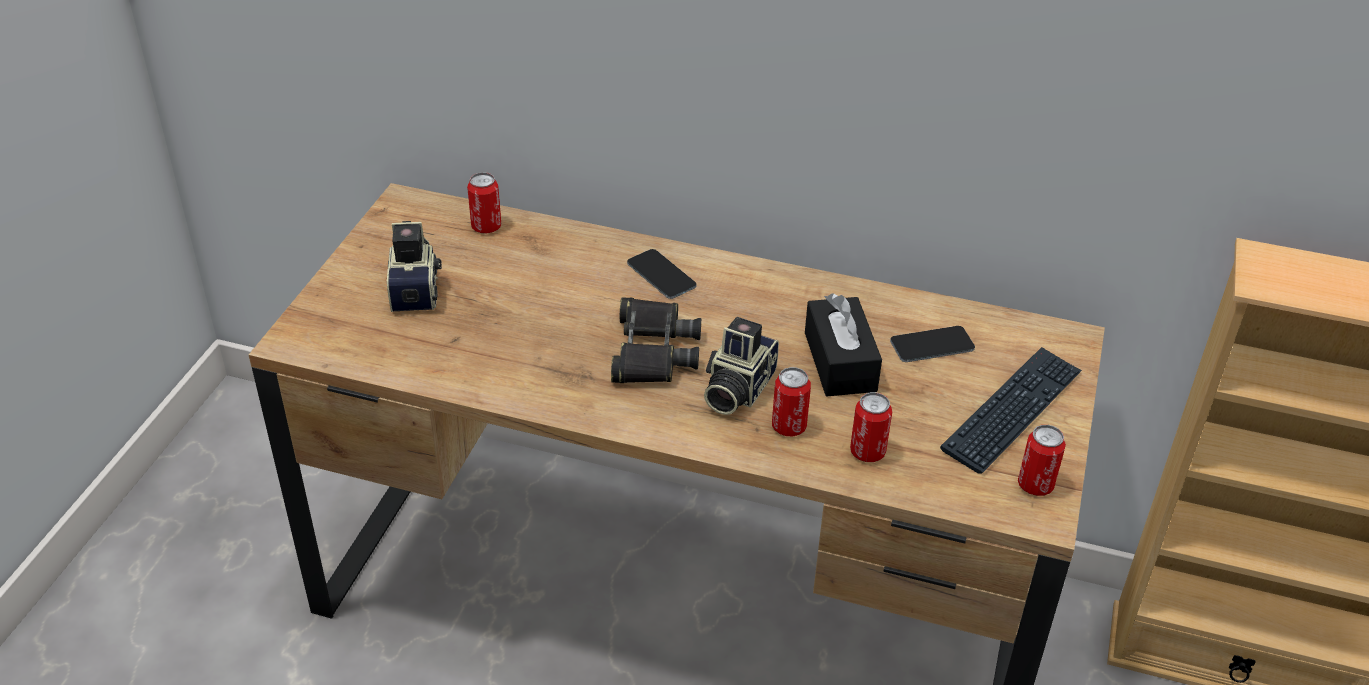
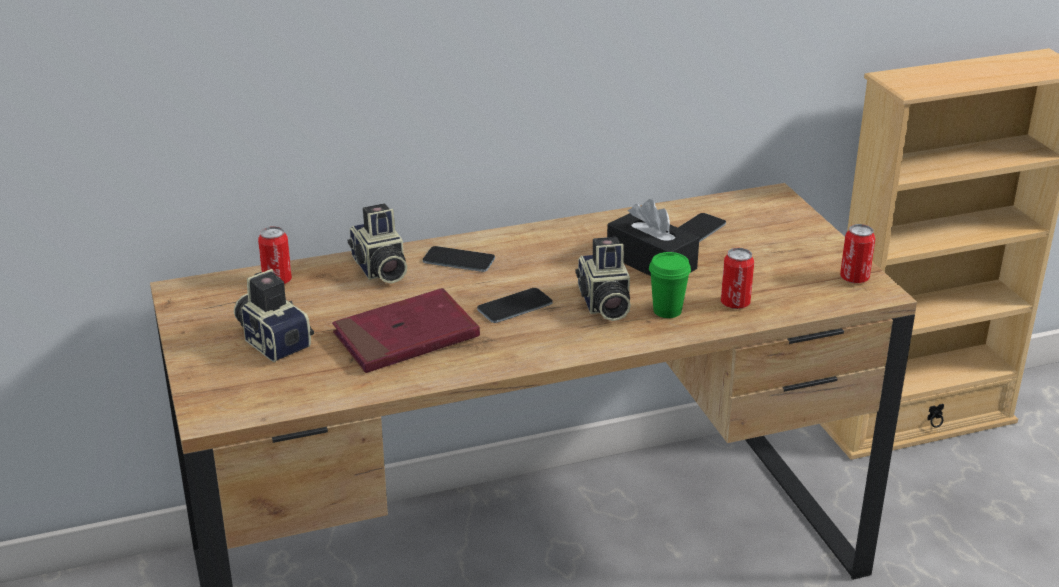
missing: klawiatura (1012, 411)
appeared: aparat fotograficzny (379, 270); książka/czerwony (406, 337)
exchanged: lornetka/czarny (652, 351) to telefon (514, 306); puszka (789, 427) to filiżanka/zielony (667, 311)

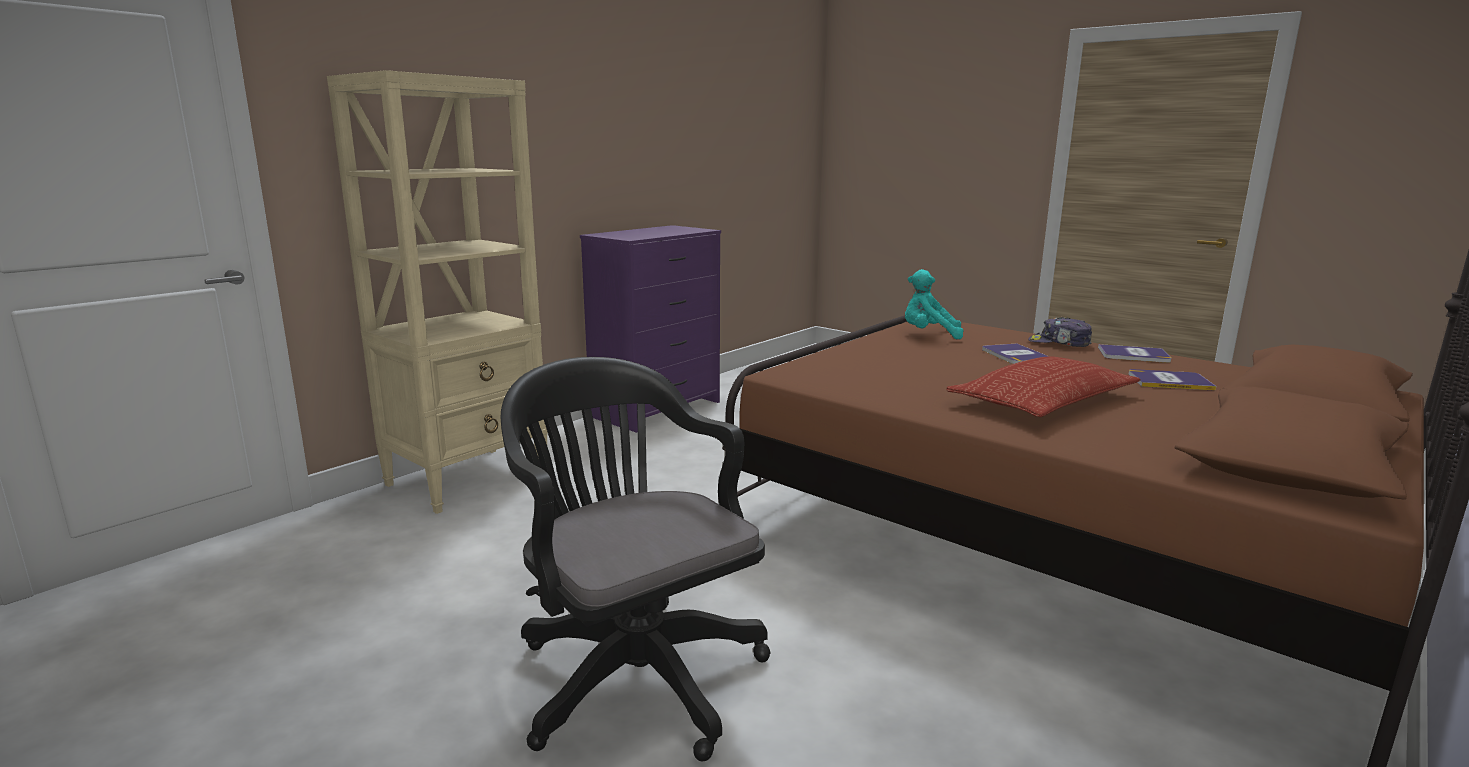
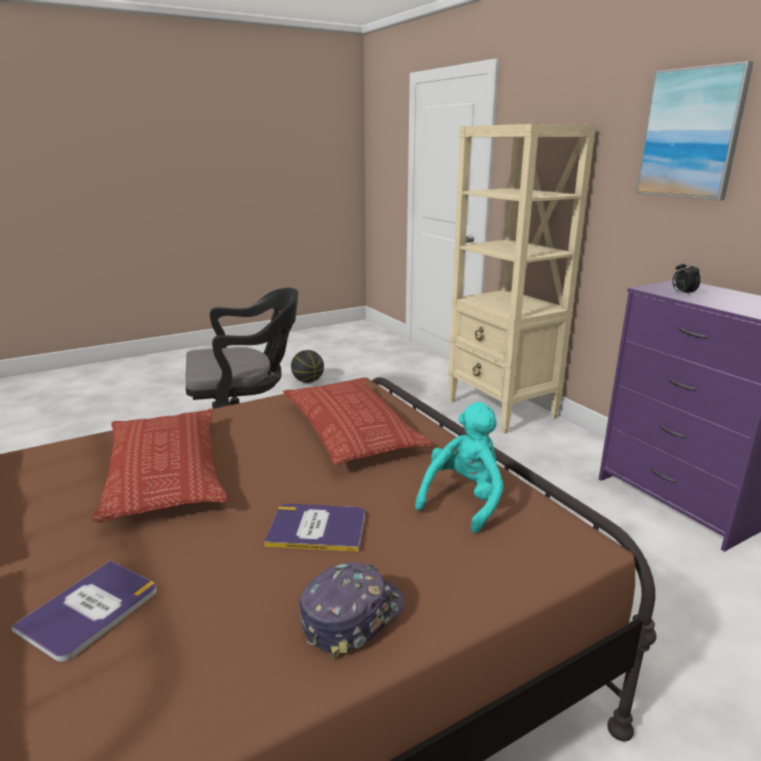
missing: książka (1133, 355)
appeared: obraz (691, 134); budzik (682, 294); piłka do koszykówki (308, 381); poduszka (351, 429)

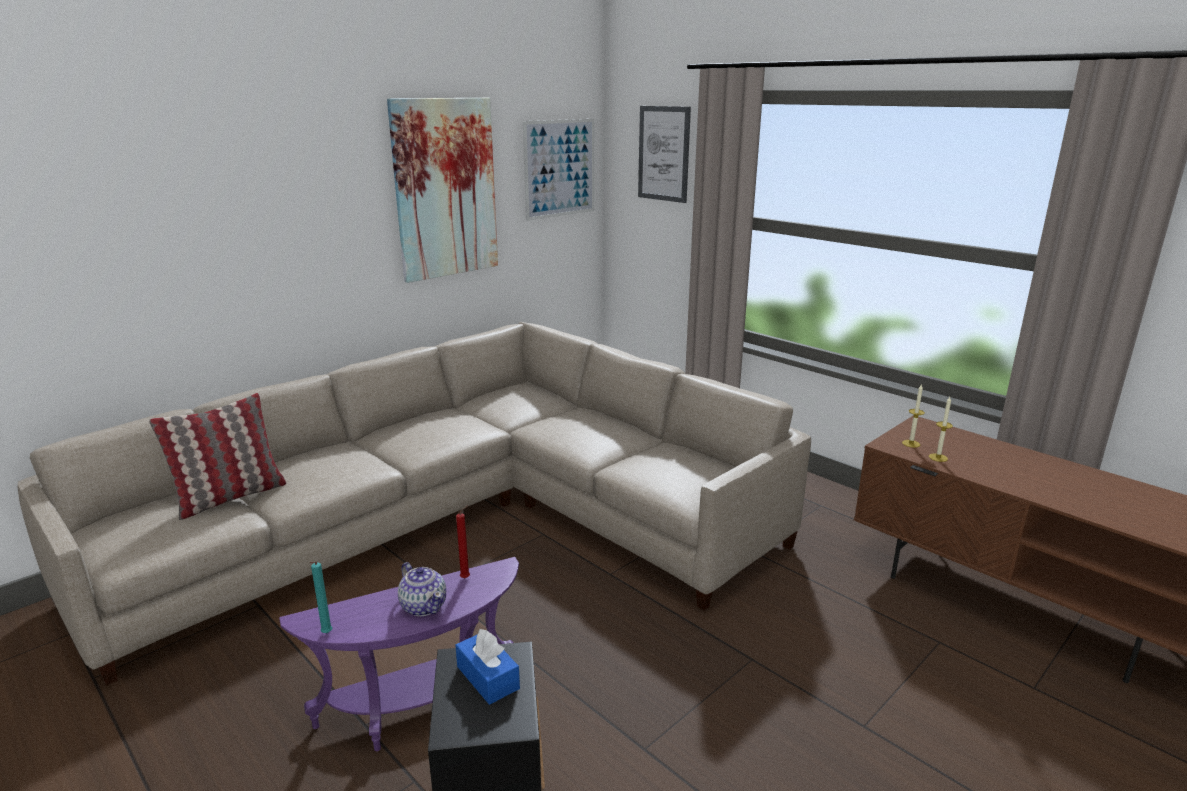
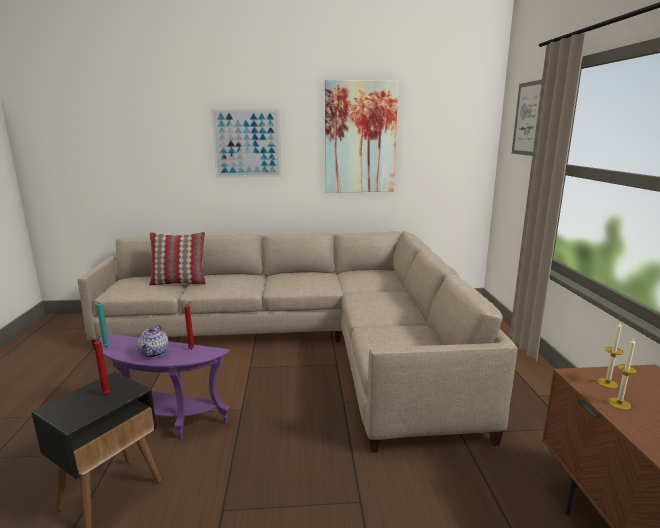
relocated: obraz (559, 168) to (247, 143)
exchanged: pudełko chusteczek/niebieski (488, 677) to świeca/czerwony (105, 394)

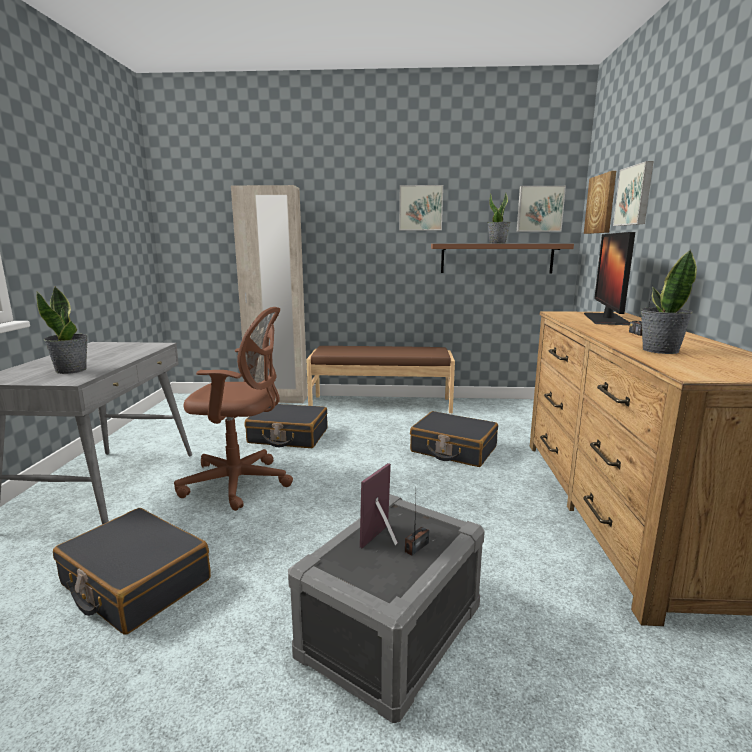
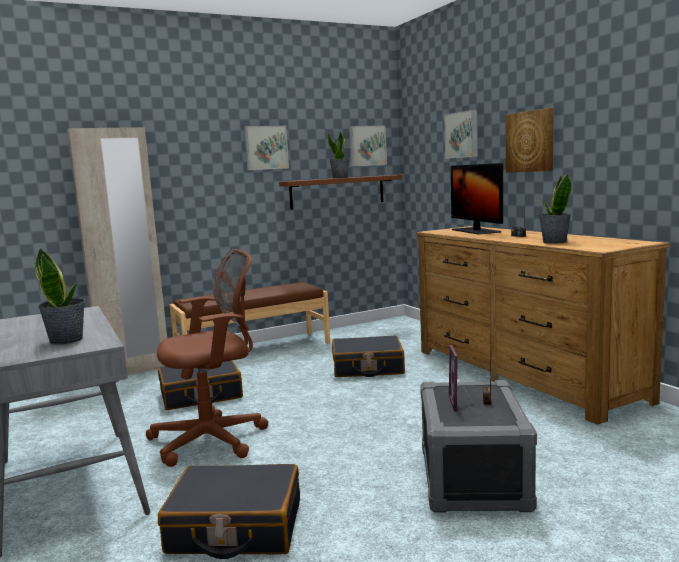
relocated: obraz (601, 204) to (530, 141)

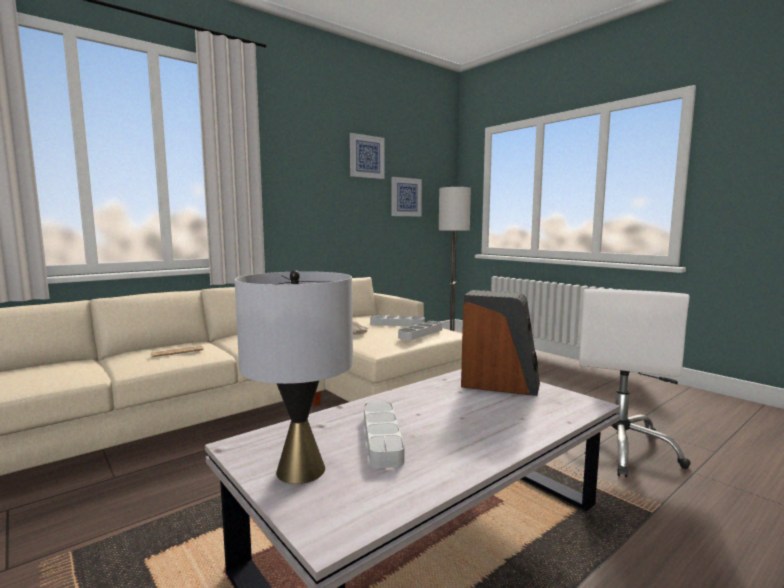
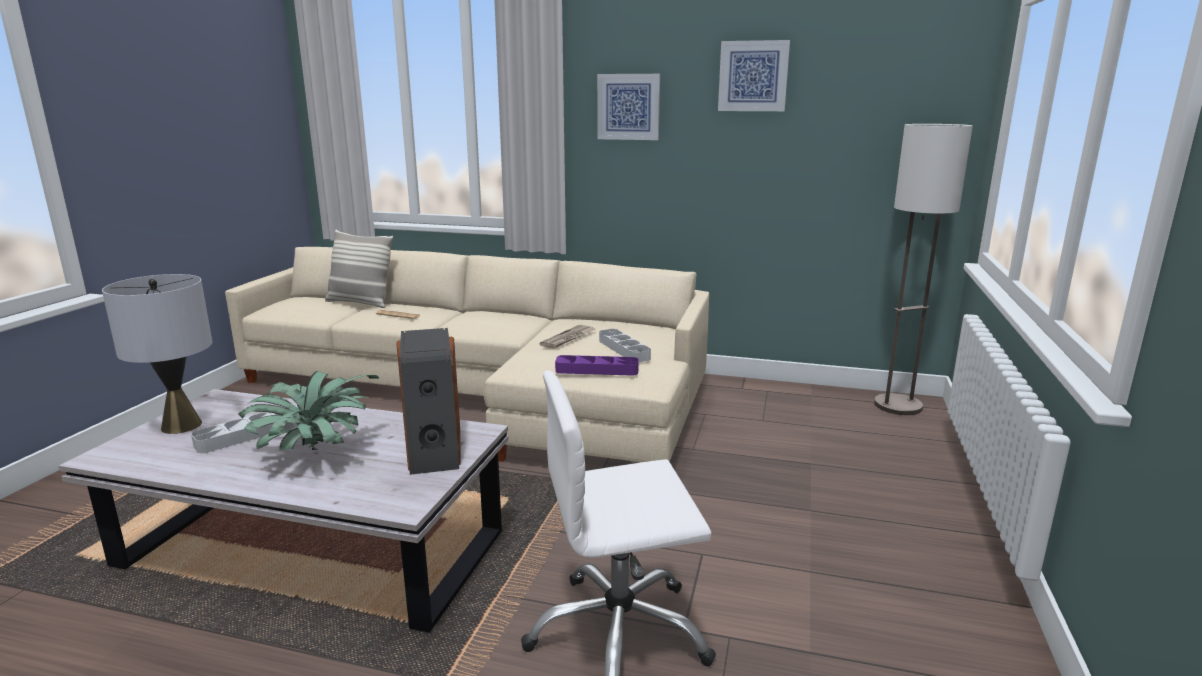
appeared: poduszka (360, 303); roślina doniczkowa (315, 453)
relocated: obraz (405, 197) to (628, 107)
colour: taca/szary (420, 333) to taca/fioletowy (597, 370)

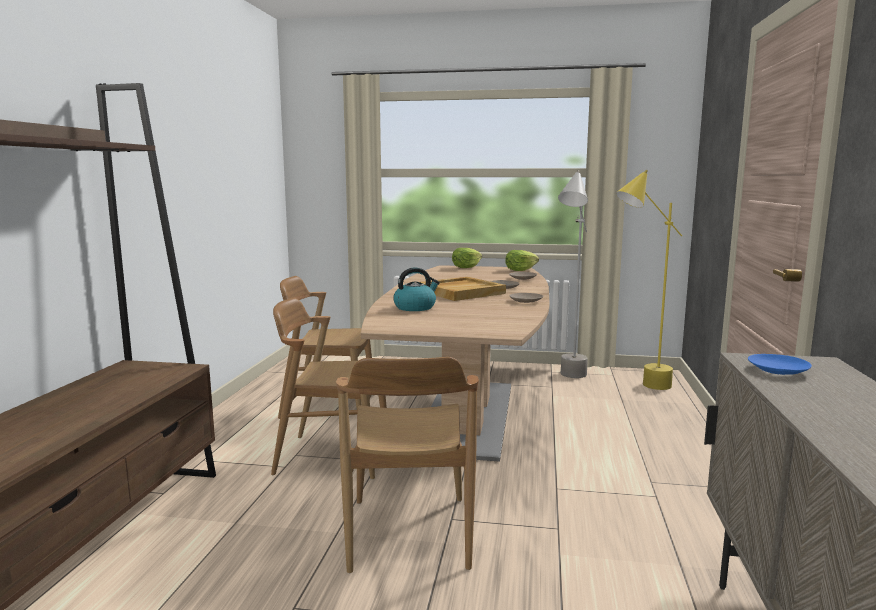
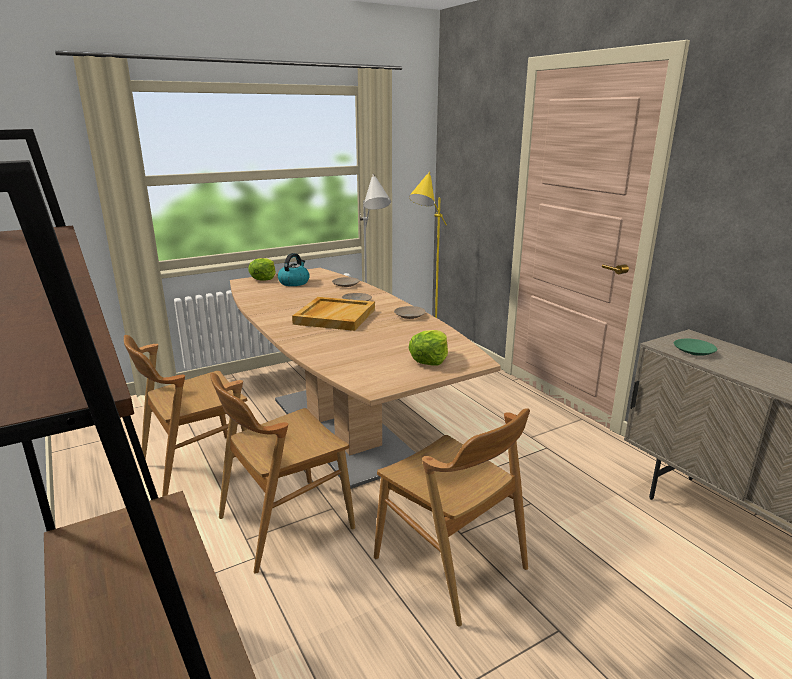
relocated: sałata (520, 270) to (429, 360); czajnik (415, 307) to (294, 282)
colour: talerz/niebieski (778, 370) to talerz/zielony (694, 351)

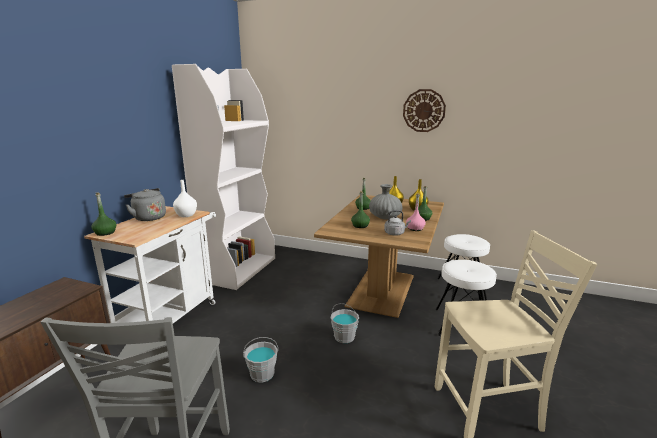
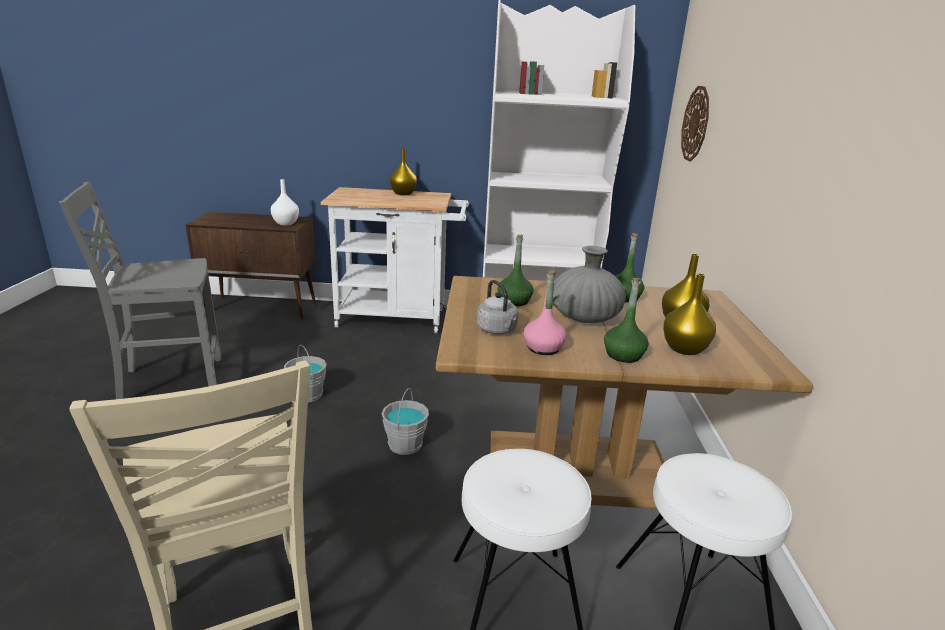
missing: butelka/zielony (105, 233)
relocated: zegar ścienny (424, 110) to (696, 124); wazon/biały (186, 215) to (285, 223)
exchanged: czajnik/szary (148, 217) to wazon/żółty (403, 193)

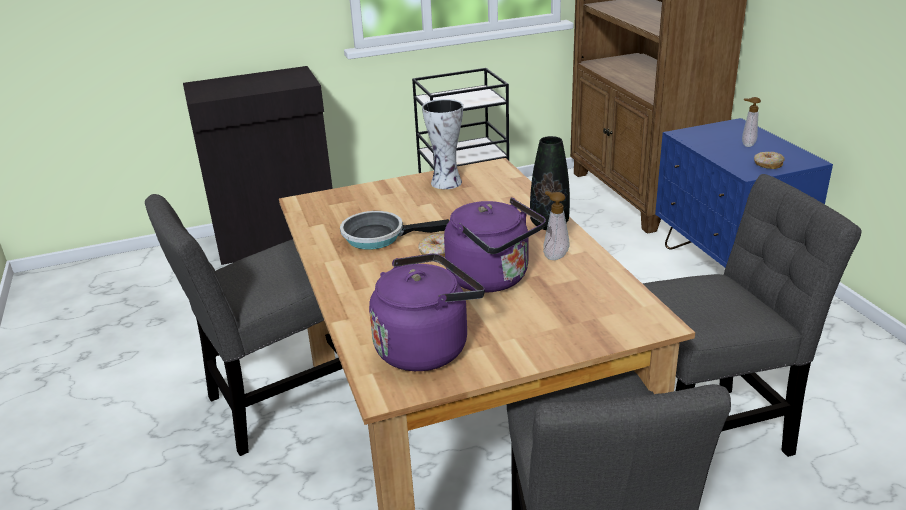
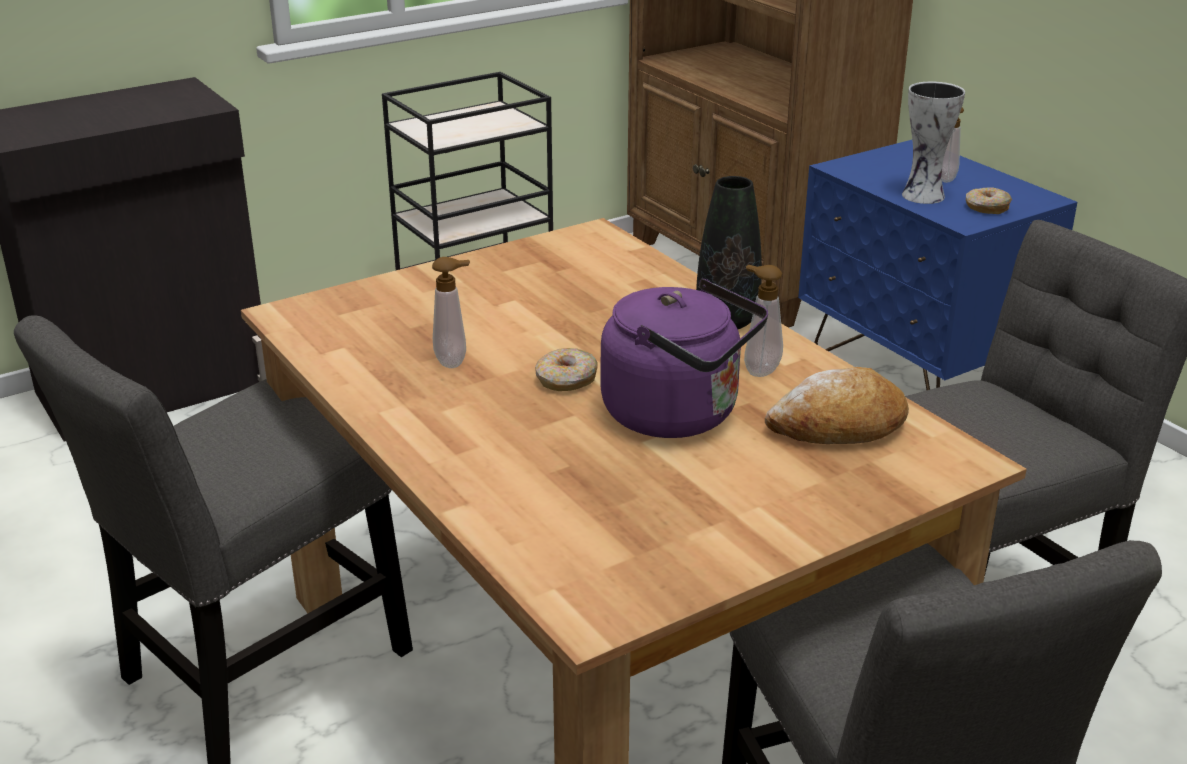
missing: czajnik/fioletowy (426, 347)
appeared: chleb (838, 426)
relocated: wazon (446, 183) to (924, 196)
exchanged: patelnia (379, 236) to dozownik mydła (454, 361)

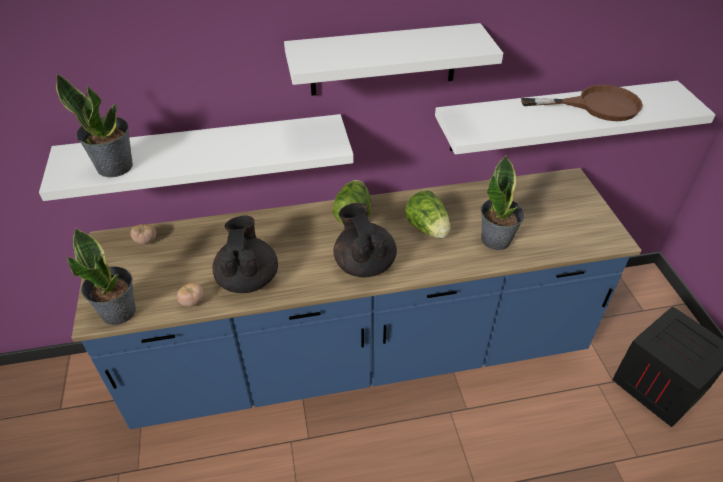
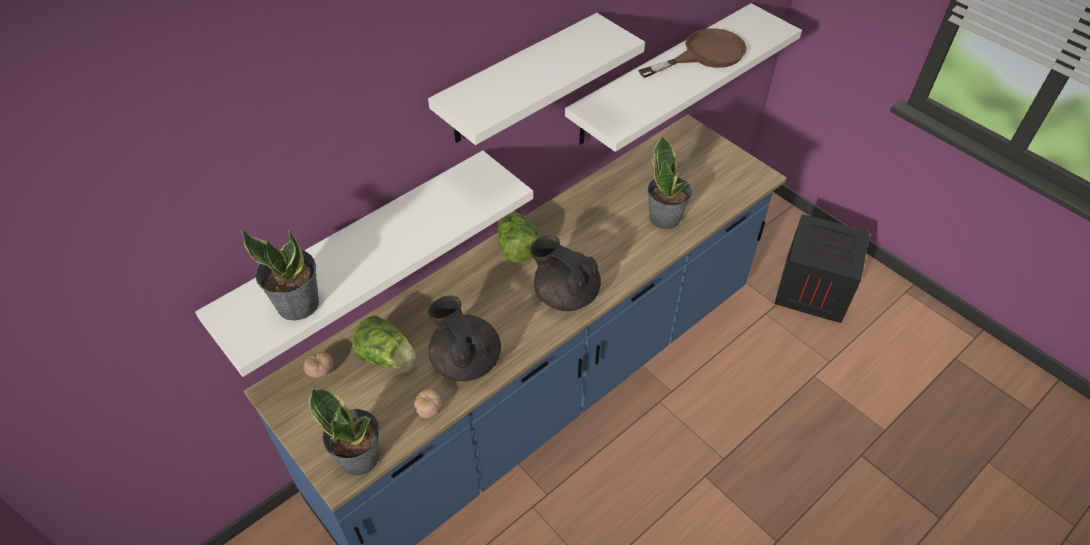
relocated: sałata (428, 228) to (387, 357)

